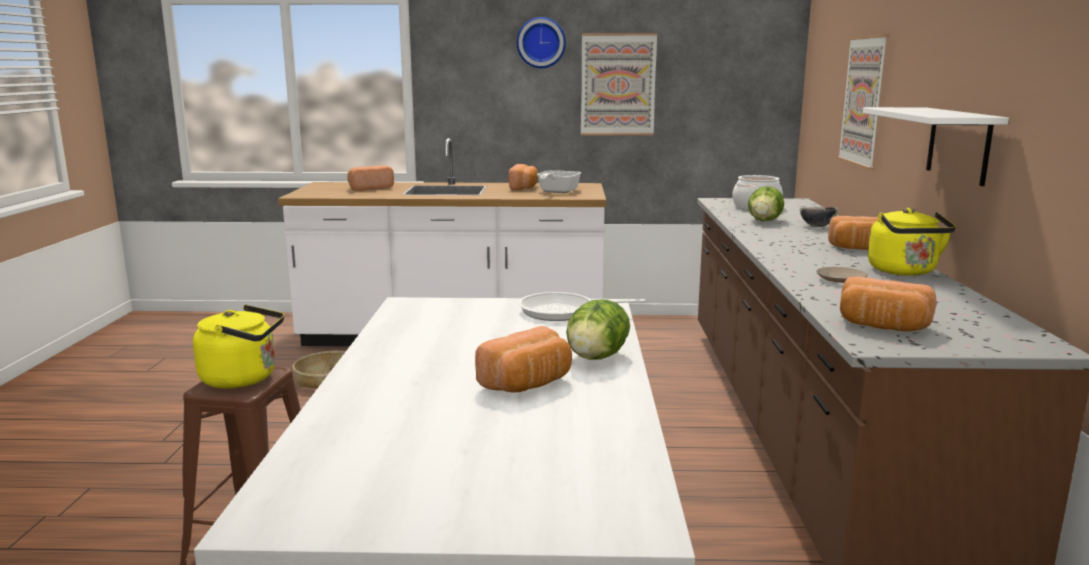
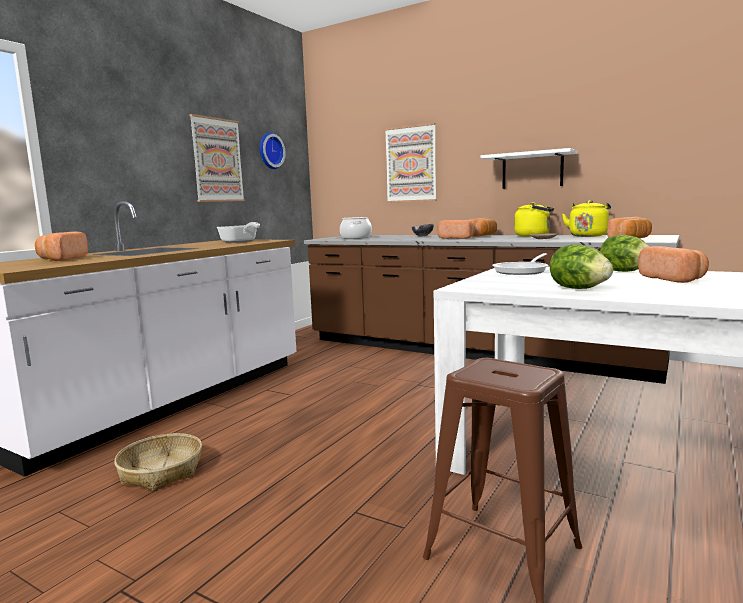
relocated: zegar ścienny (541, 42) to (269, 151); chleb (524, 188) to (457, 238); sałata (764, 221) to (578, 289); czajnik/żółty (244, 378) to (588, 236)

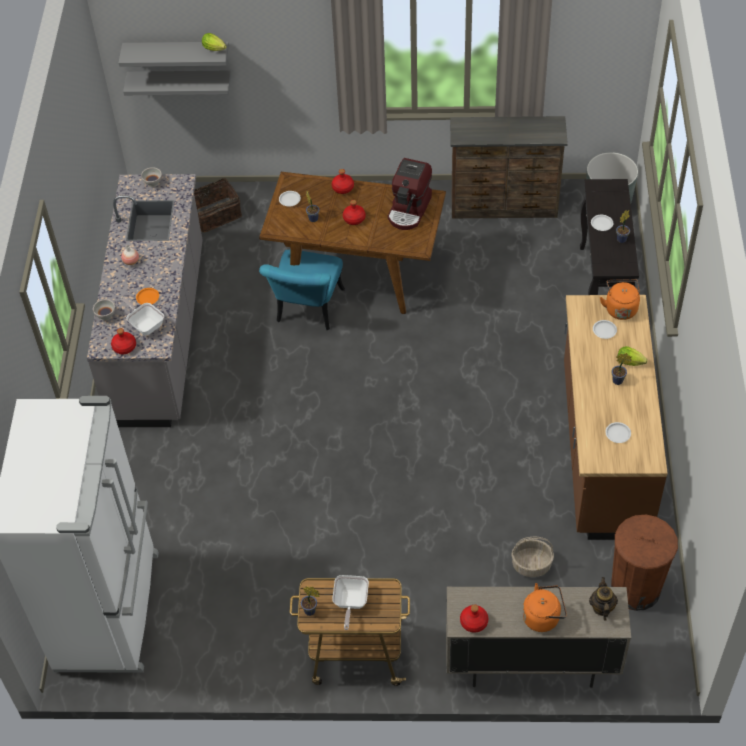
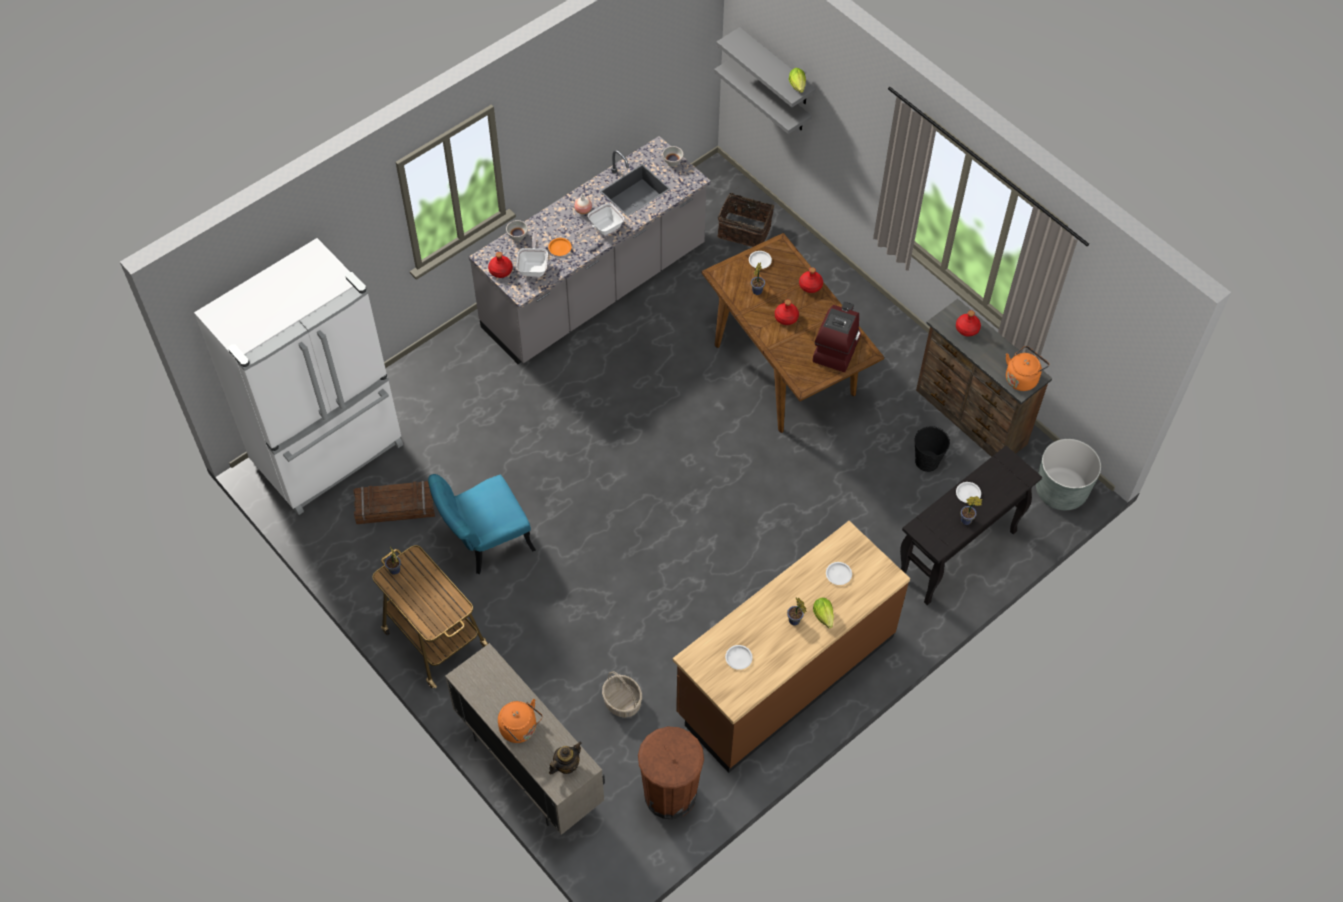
appeared: wiadro/czarny (927, 461); skrzynka (395, 506)
relocated: krzesło/turkusowy (307, 311) to (484, 542); czajnik/pomarańczowy (620, 308) to (1022, 378); patelnia (350, 603) to (602, 228); butelka/czerwony (473, 622) to (967, 328)
spun: ekspres do kawy (409, 210) = (836, 347) 135 degrees clockwise

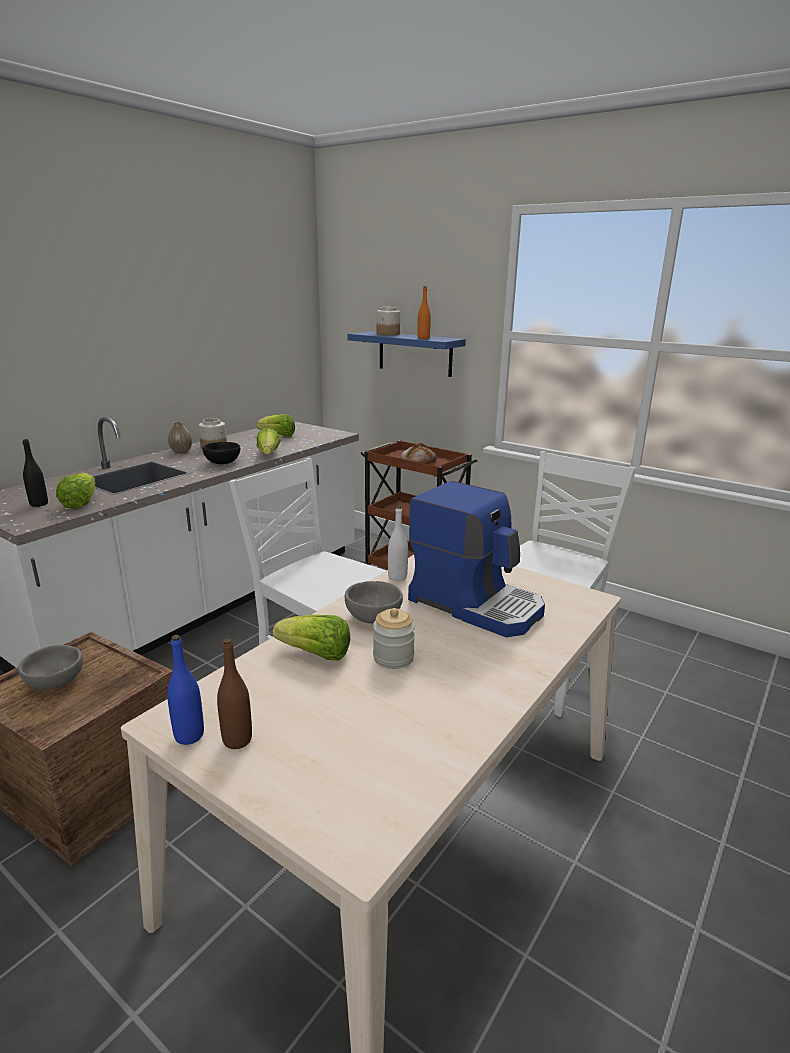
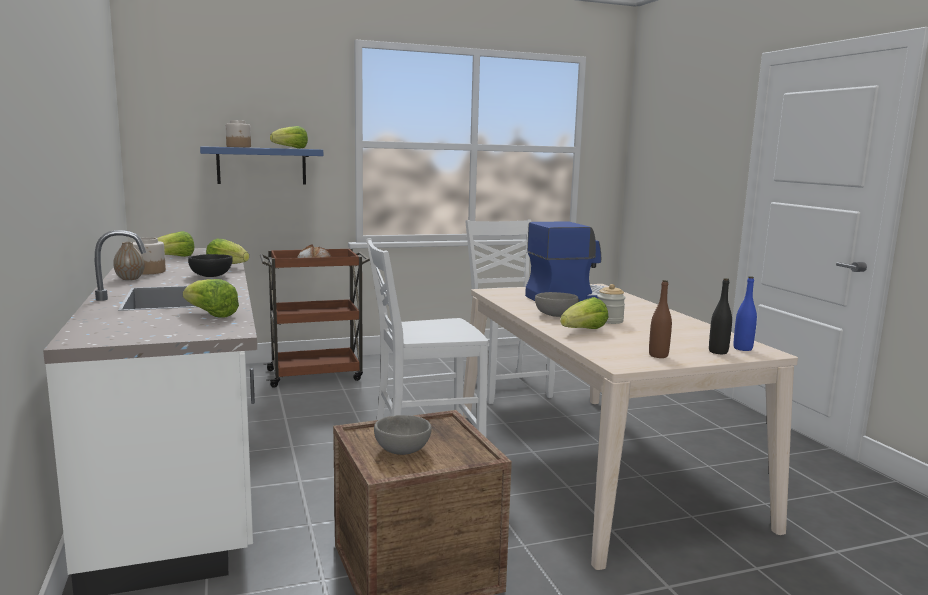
missing: butelka/biały (397, 577)
relocated: butelka/czarny (39, 504) to (718, 352); butelka/niebieski (189, 736) to (742, 348)
exchanged: butelka/pomarańczowy (423, 338) to sałata (291, 148)

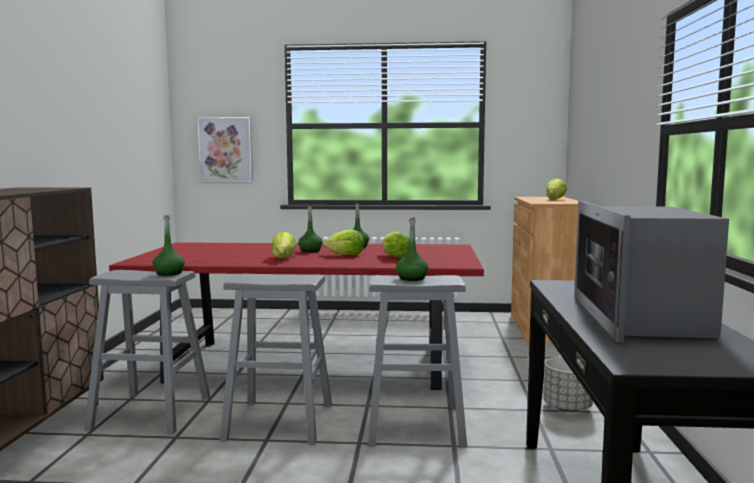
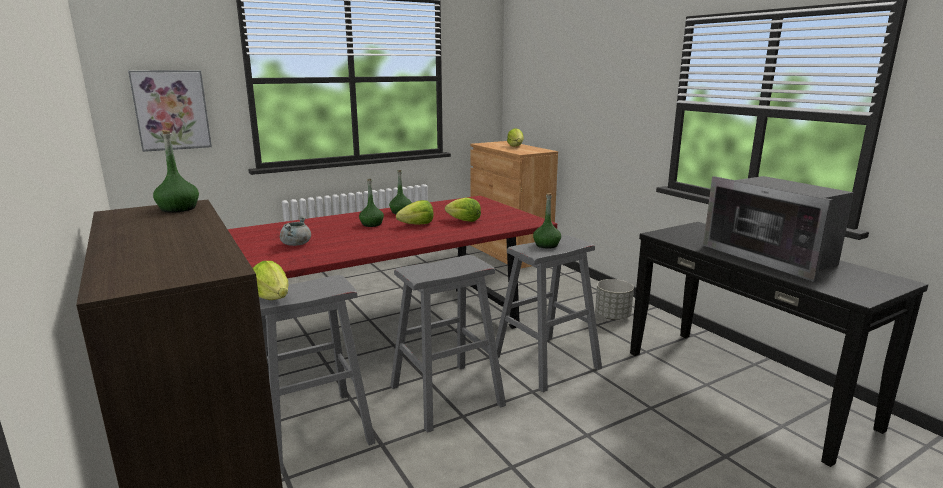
appeared: garnek/szary (296, 244)
relocated: butelka/zielony (169, 273) to (178, 209); sałata (283, 258) to (273, 297)

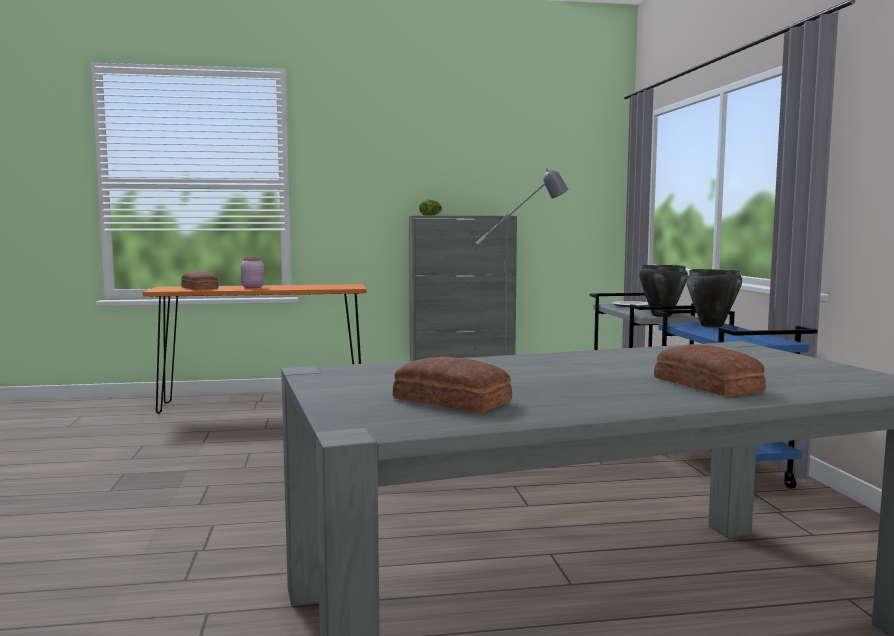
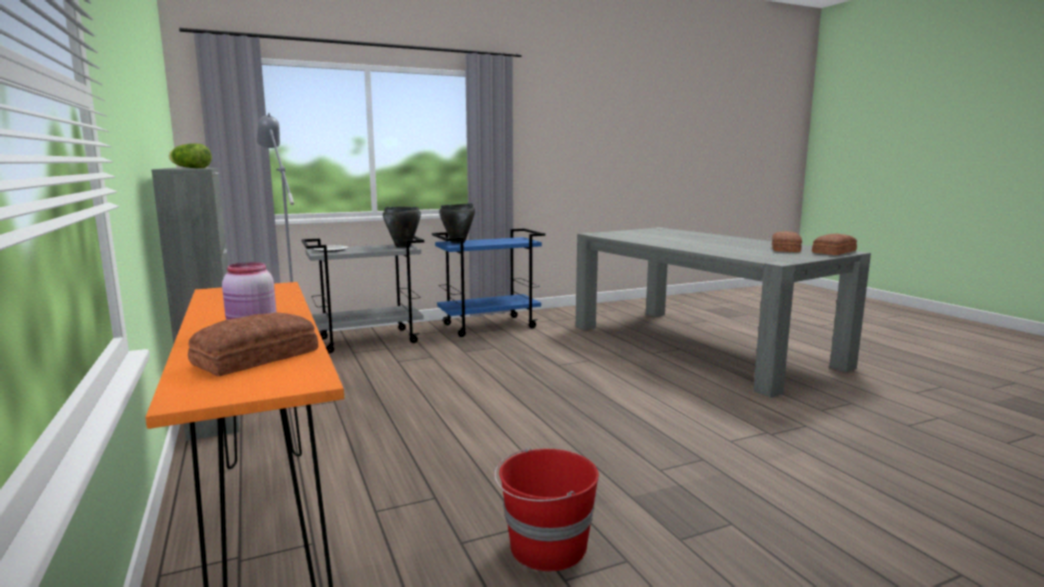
appeared: wiadro/czerwony (546, 547)
relocated: chleb (707, 384) to (832, 252)

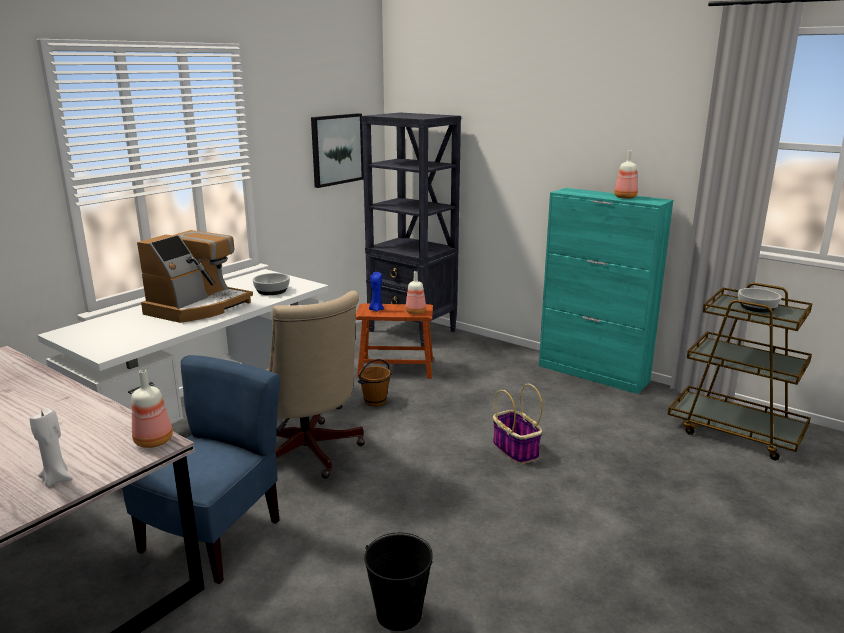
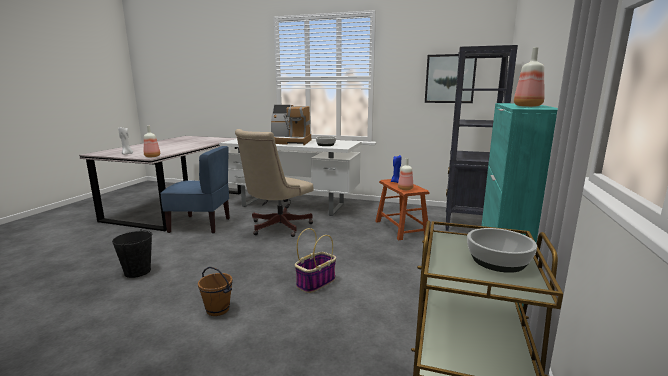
relocated: wiadro/brązowy (375, 401) to (218, 309)

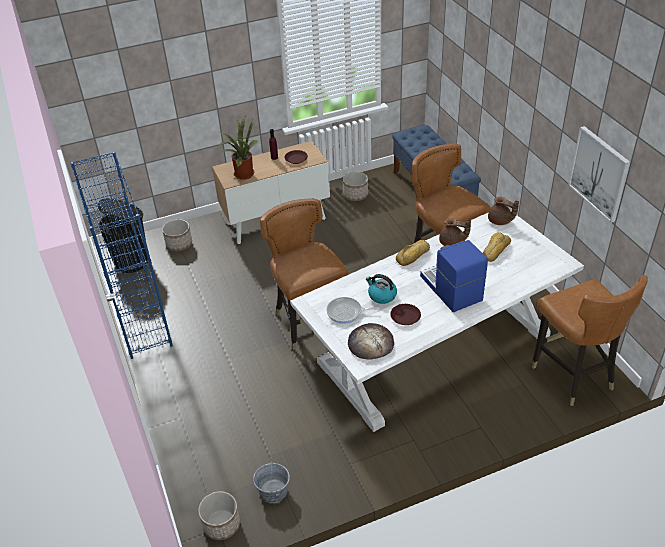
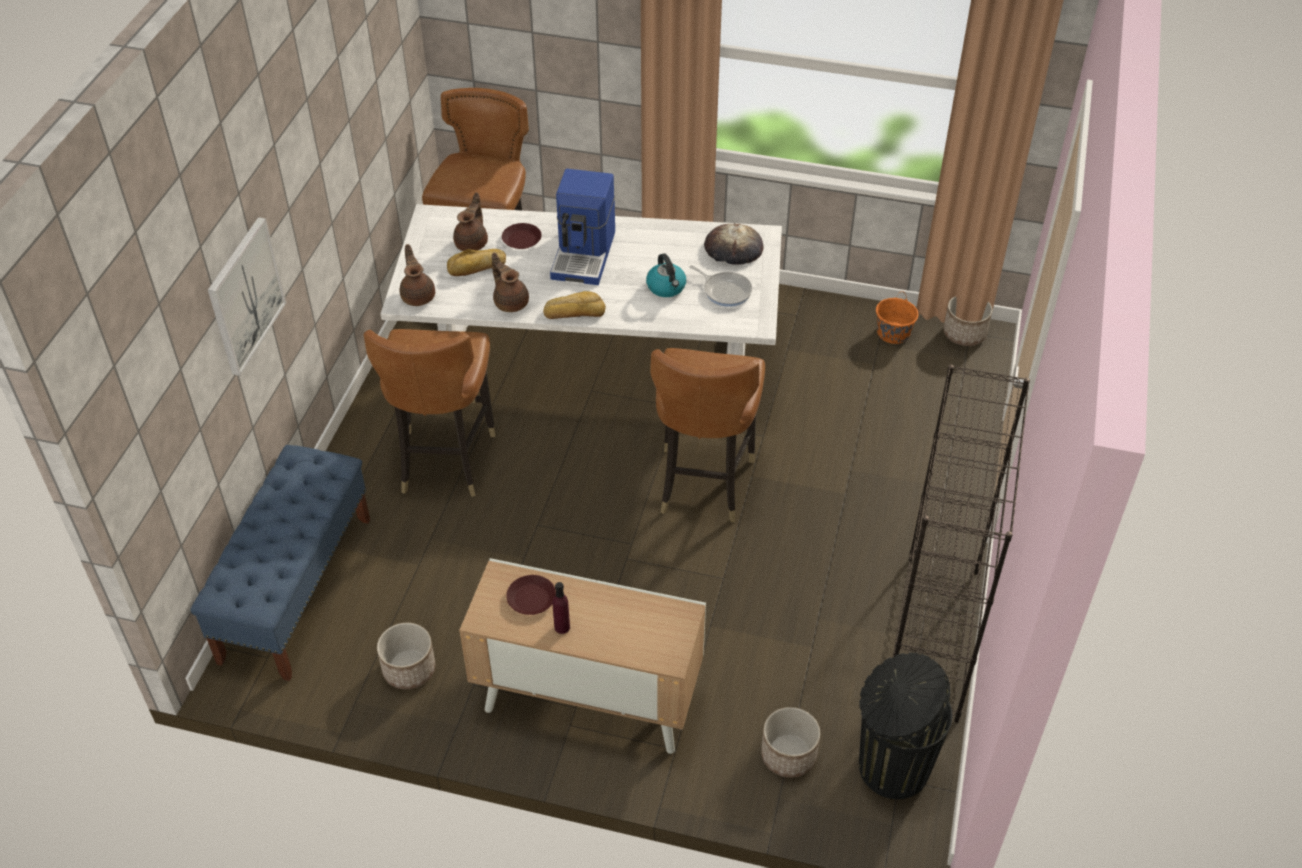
missing: roślina doniczkowa (242, 173)
appeared: imbryk/brązowy (472, 243)
relocated: obraz (599, 173) to (245, 296); talerz/brązowy (405, 316) to (521, 240)
colour: regał/niebieski (139, 316) to regał/czarny (933, 638); wiadro/szary (273, 491) to wiadro/pomarańczowy (893, 333)

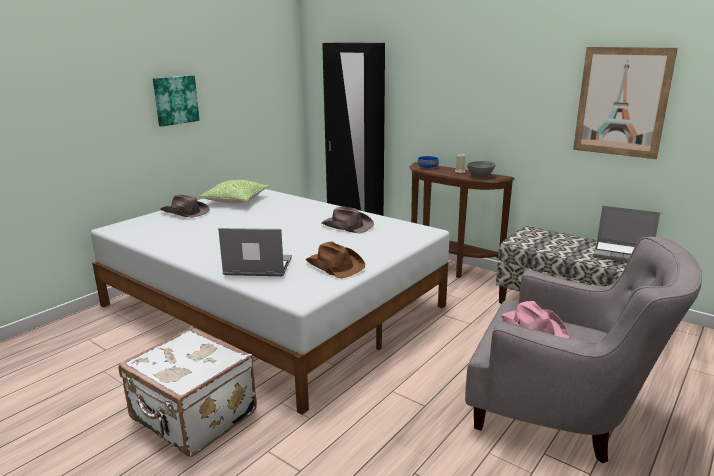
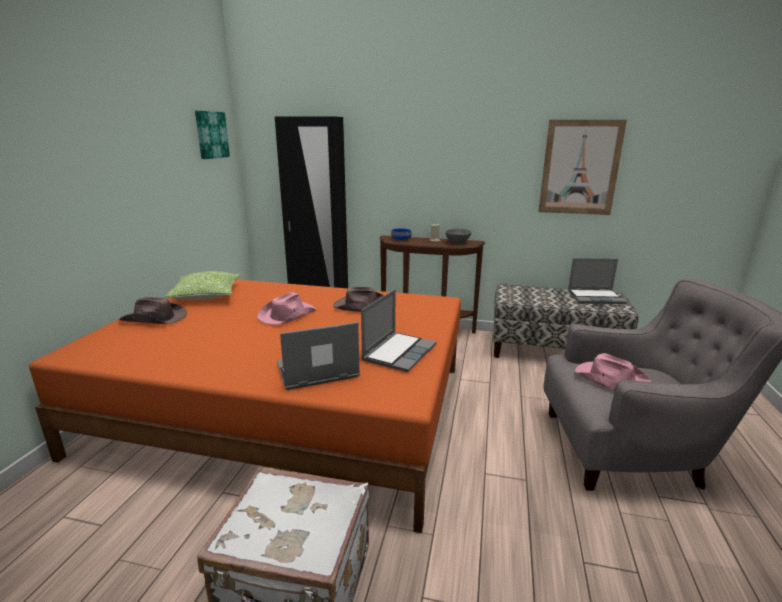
appeared: kapelusz/różowy (287, 315)
relocated: obraz (175, 100) to (211, 135)
exchanged: kapelusz/brązowy (335, 265) to laptop (399, 352)
colour: łóżko/biały (272, 305) to łóżko/pomarańczowy (287, 407)

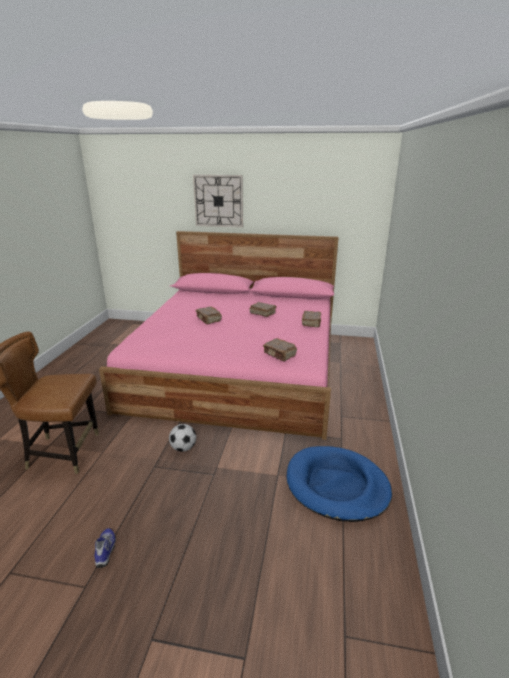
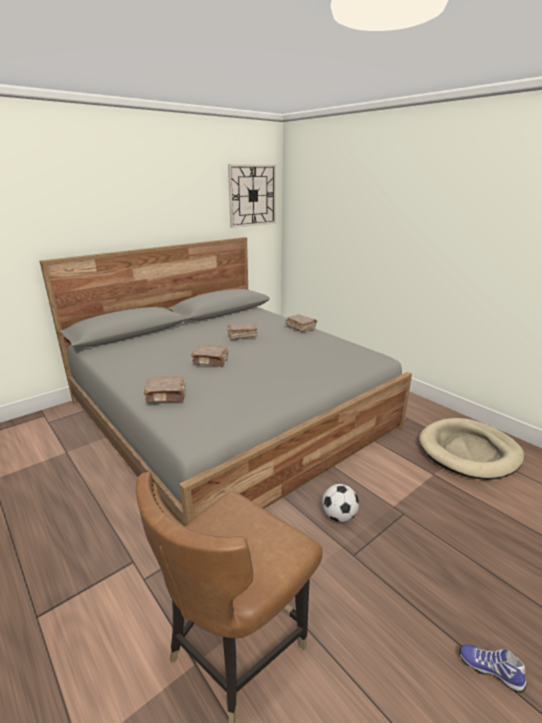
relocated: zegar ścienny (218, 201) to (252, 195); książka/brązowy (280, 354) to (166, 396)
colour: łóżko/różowy (238, 368) to łóżko/szary (229, 413); legowisko/niebieski (336, 486) to legowisko/beżowy (469, 451)

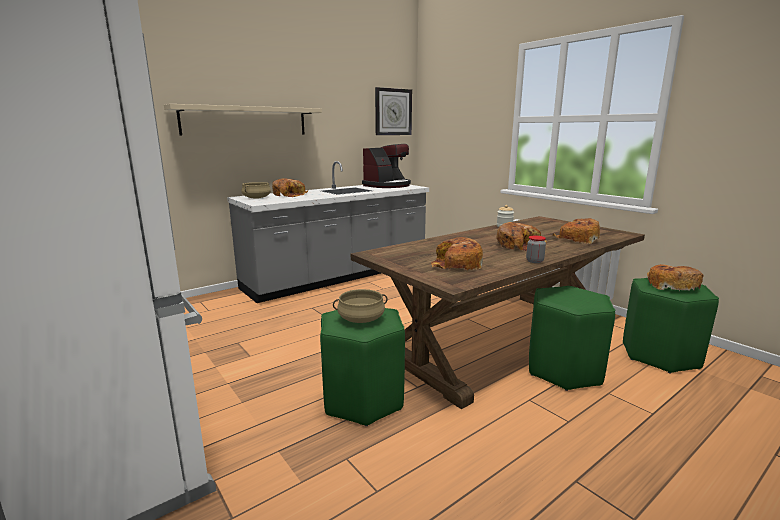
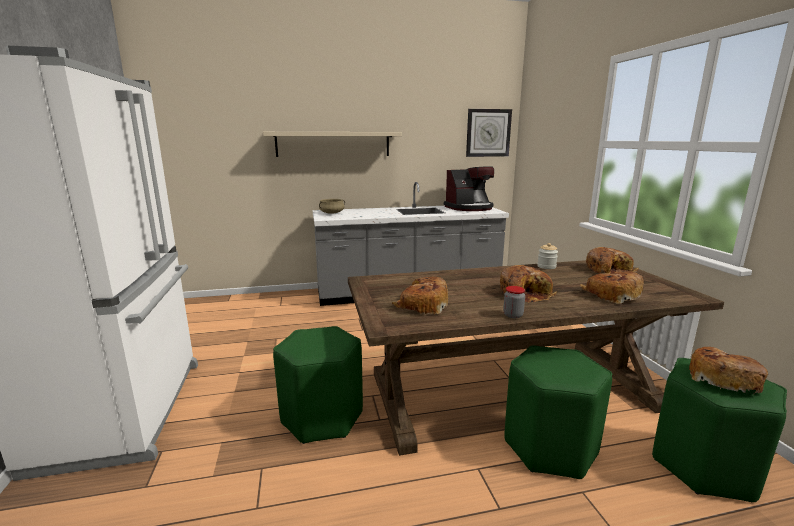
missing: garnek/beżowy (361, 319)
relocated: chleb (290, 195) to (609, 270)

